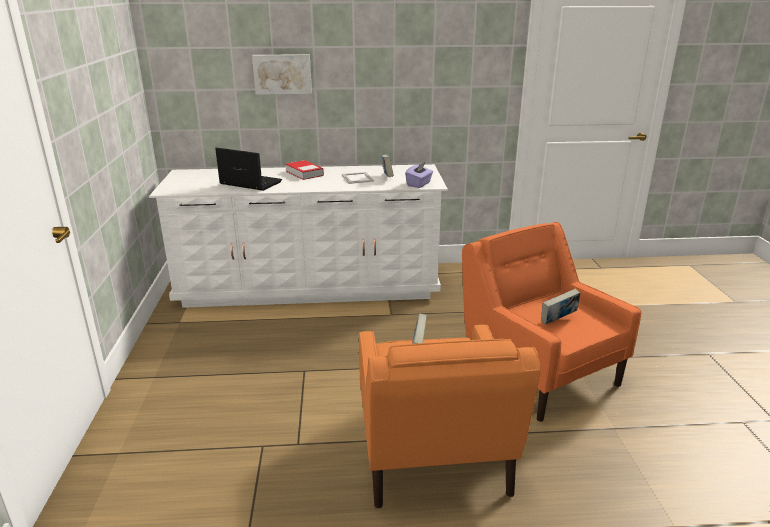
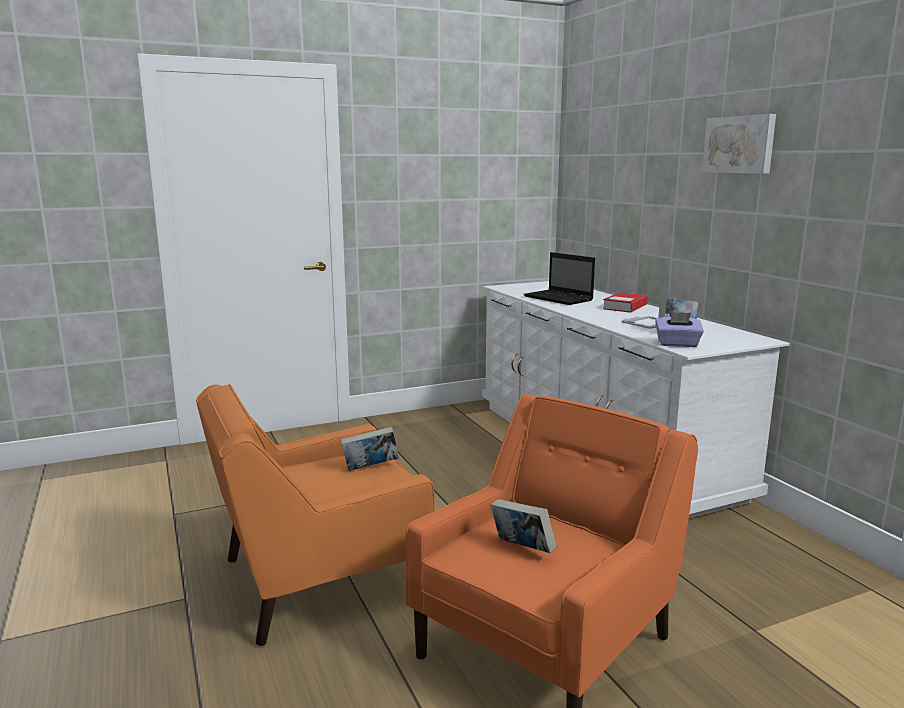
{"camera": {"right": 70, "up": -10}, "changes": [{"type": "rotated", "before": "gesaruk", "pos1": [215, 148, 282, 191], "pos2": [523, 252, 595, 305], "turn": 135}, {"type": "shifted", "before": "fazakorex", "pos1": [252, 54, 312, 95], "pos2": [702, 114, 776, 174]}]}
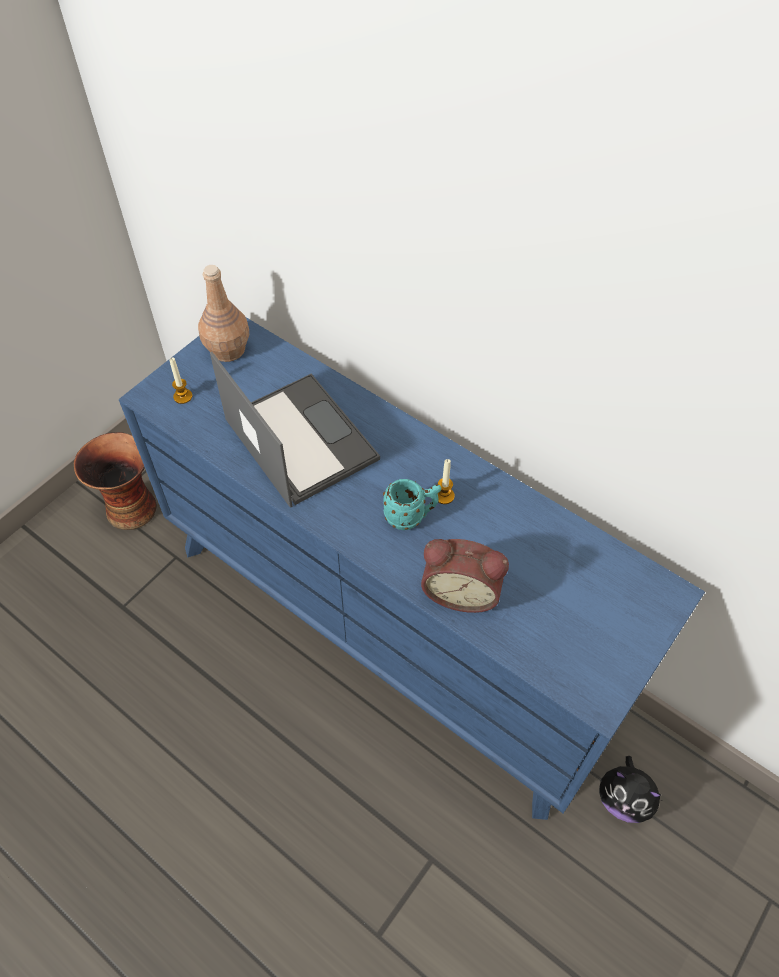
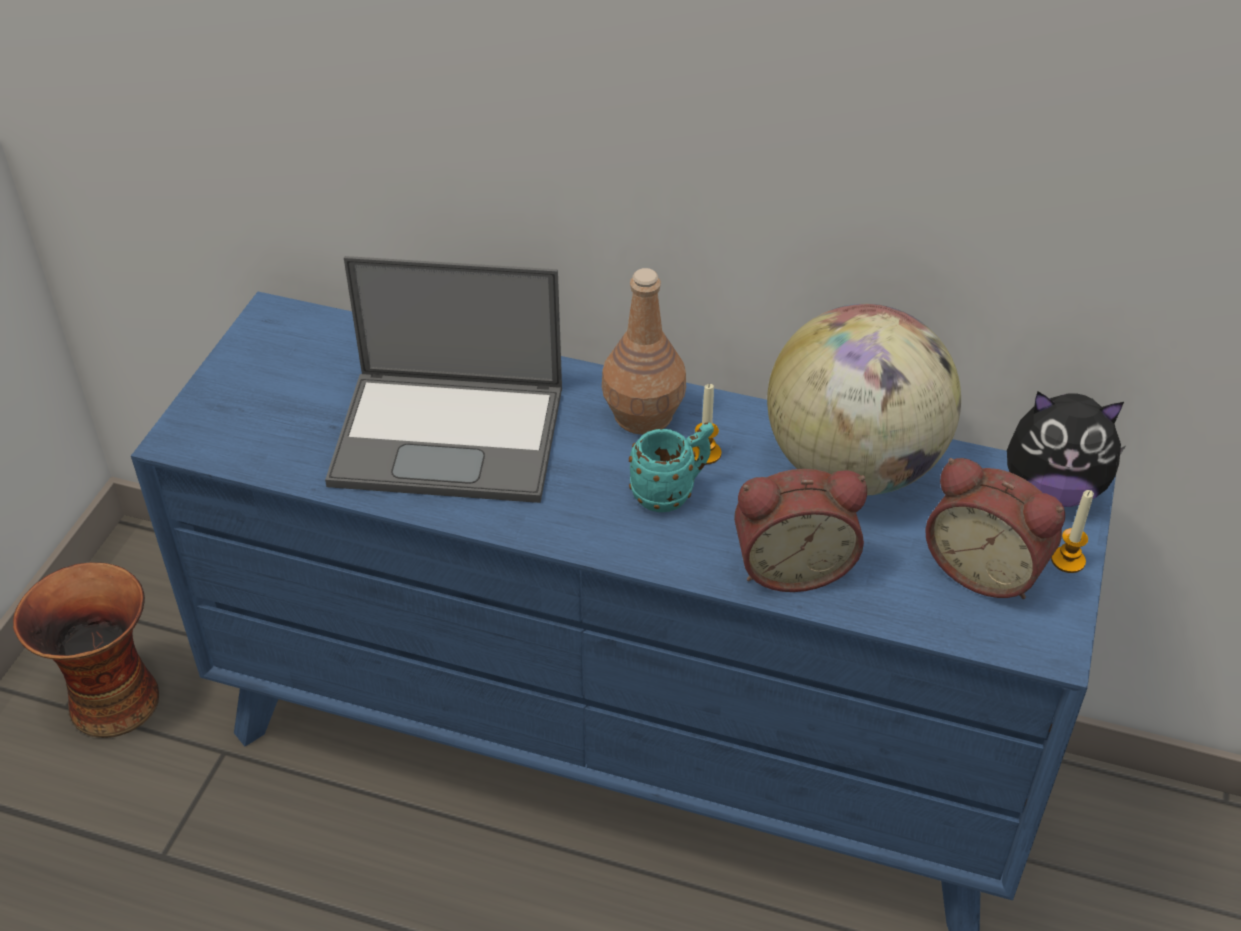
{"camera": {"right": -20, "up": -10}, "changes": [{"type": "shifted", "before": "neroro", "pos1": [169, 357, 192, 404], "pos2": [1051, 490, 1094, 573]}, {"type": "shifted", "before": "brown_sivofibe", "pos1": [198, 265, 249, 362], "pos2": [602, 268, 686, 435]}, {"type": "rotated", "before": "gesaruk", "pos1": [210, 352, 380, 508], "pos2": [325, 256, 562, 503], "turn": 150}, {"type": "shifted", "before": "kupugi", "pos1": [599, 756, 662, 823], "pos2": [1007, 391, 1126, 507]}, {"type": "new", "after": "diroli", "pos2": [767, 304, 961, 495]}, {"type": "new", "after": "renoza", "pos2": [925, 458, 1065, 599]}]}
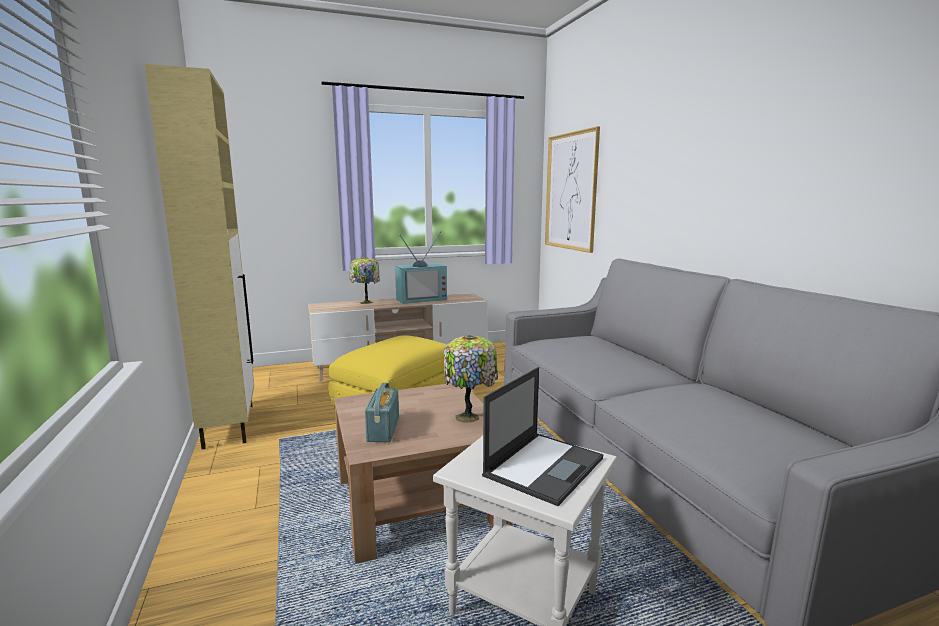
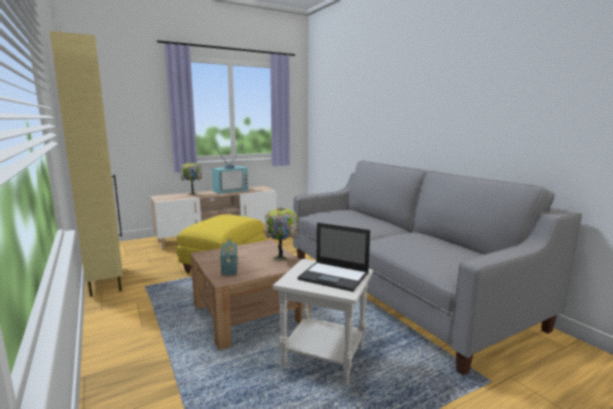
{"camera": {"right": -10, "up": 0}, "changes": [{"type": "rotated", "before": "gesaruk", "pos1": [482, 367, 603, 506], "pos2": [298, 223, 370, 292], "turn": 90}, {"type": "gone", "before": "fazakorex", "pos1": [545, 126, 600, 253]}]}
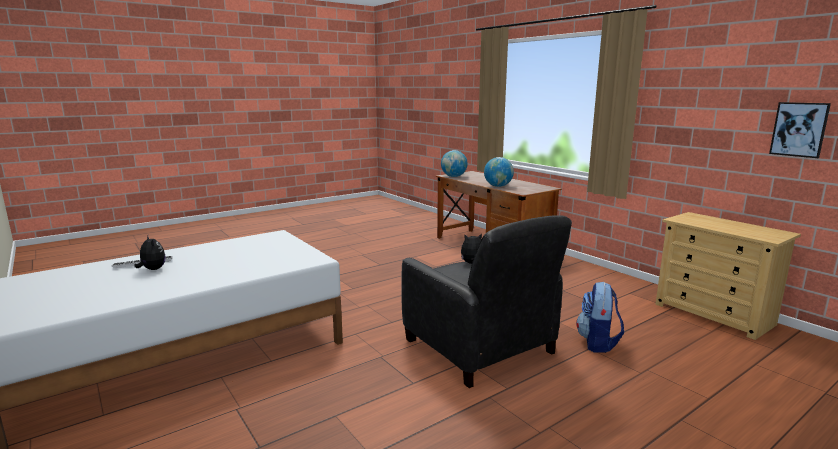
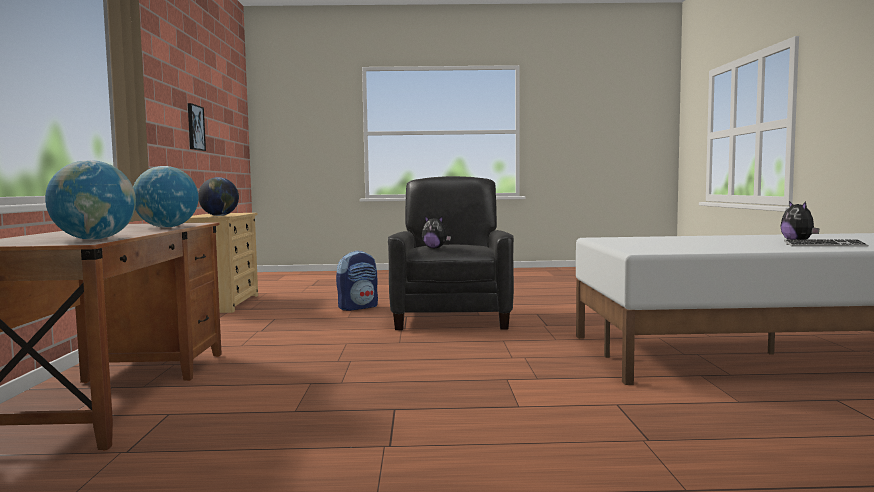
{"camera": {"right": -145, "up": -10}, "changes": [{"type": "new", "after": "diroli", "pos2": [198, 177, 239, 216]}]}
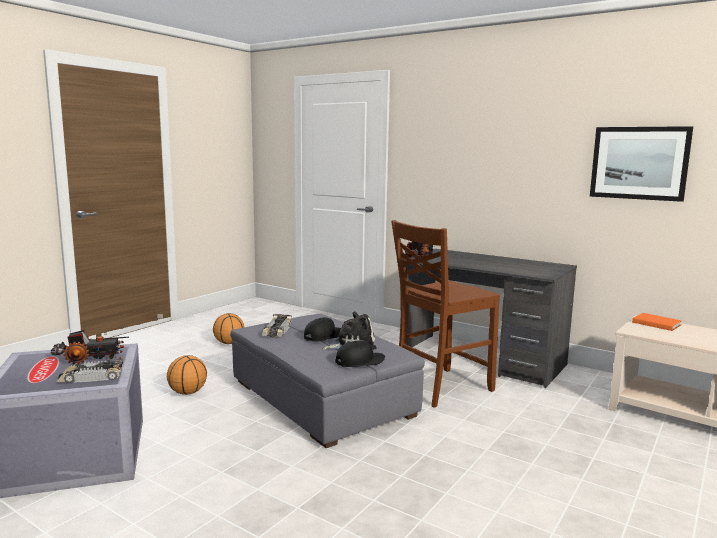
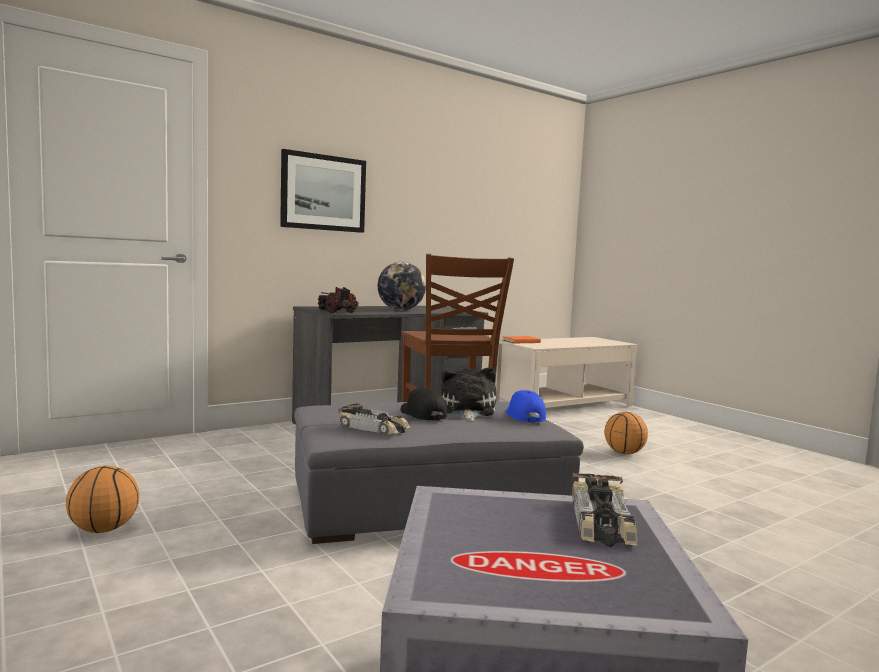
{"camera": {"right": -70, "up": -5}, "changes": [{"type": "gone", "before": "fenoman", "pos1": [51, 330, 129, 364]}, {"type": "shifted", "before": "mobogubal", "pos1": [167, 355, 207, 395], "pos2": [604, 412, 648, 454]}, {"type": "repainted", "before": "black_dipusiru", "after": "blue_dipusiru", "pos1": [335, 340, 385, 367], "pos2": [506, 390, 546, 423]}, {"type": "shifted", "before": "fazakorex", "pos1": [590, 126, 693, 202], "pos2": [280, 149, 366, 233]}, {"type": "new", "after": "diroli", "pos2": [378, 262, 426, 310]}]}
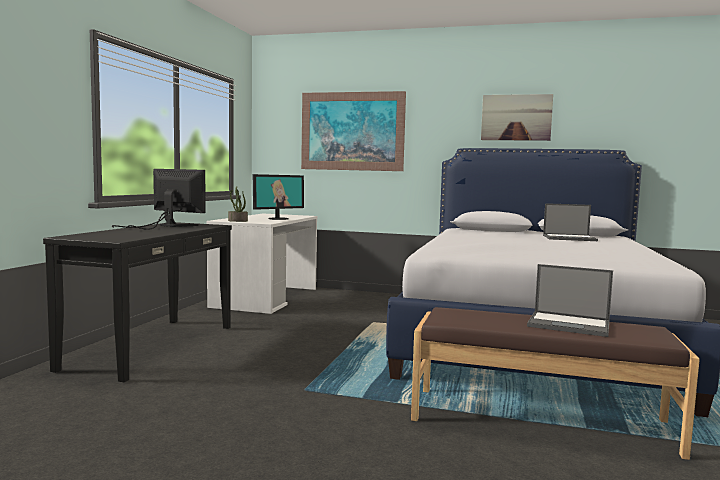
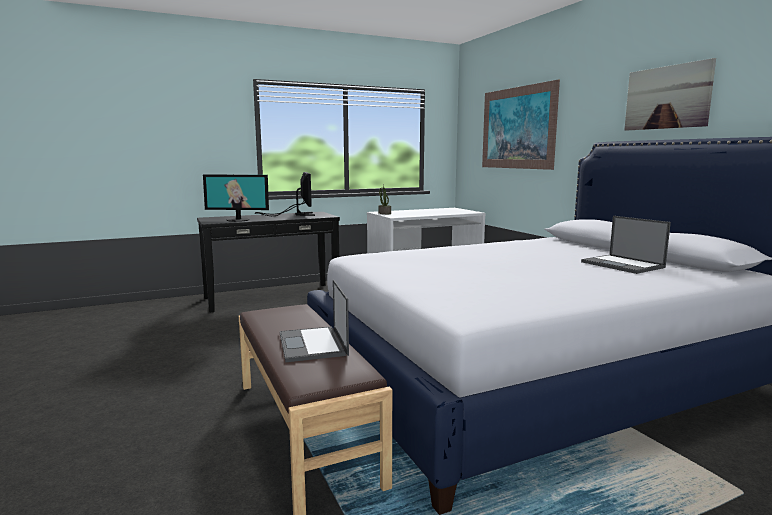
{"camera": {"right": 50, "up": 5}, "changes": [{"type": "shifted", "before": "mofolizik", "pos1": [253, 174, 304, 220], "pos2": [203, 175, 269, 222]}]}
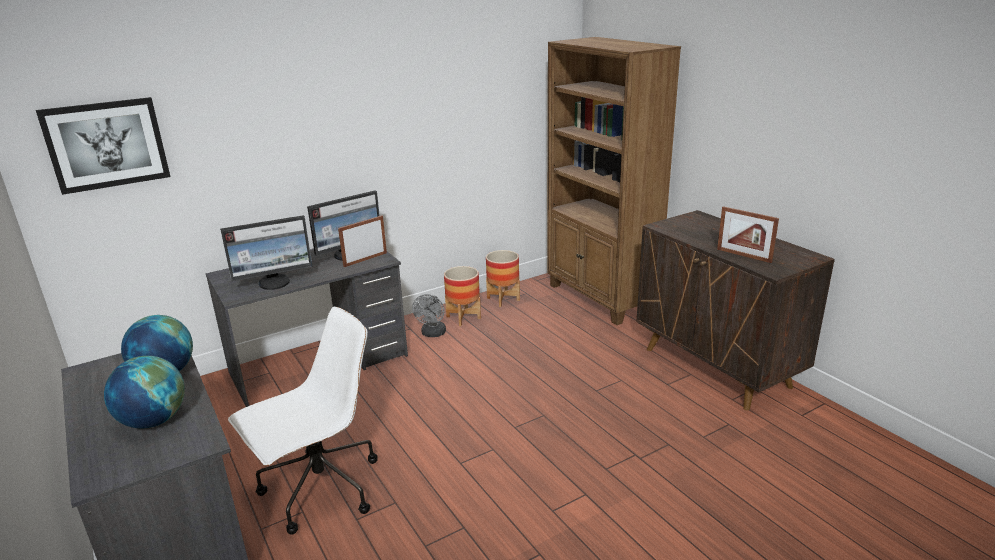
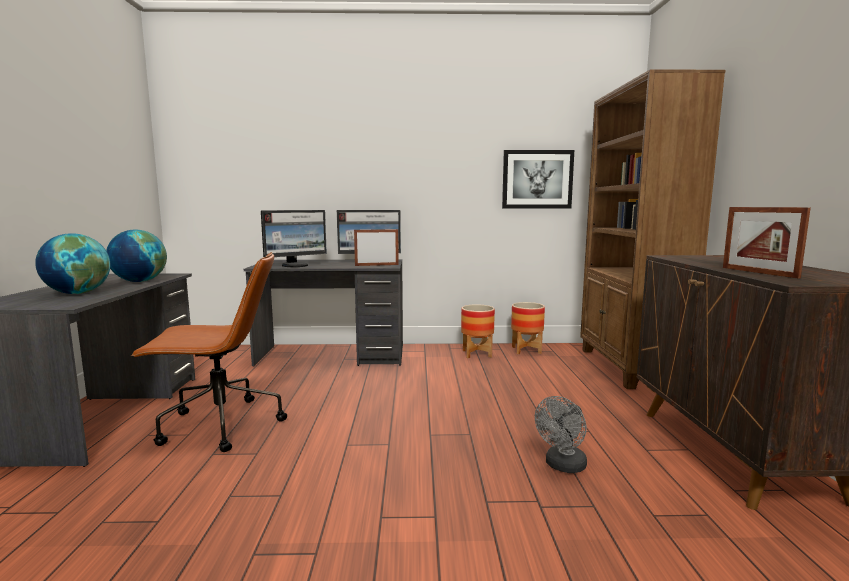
{"camera": {"right": 30, "up": -15}, "changes": [{"type": "shifted", "before": "fazakorex", "pos1": [36, 97, 170, 195], "pos2": [502, 150, 574, 208]}, {"type": "rotated", "before": "mofolizik", "pos1": [220, 215, 313, 290], "pos2": [261, 210, 327, 267], "turn": -45}, {"type": "repainted", "before": "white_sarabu", "after": "brown_sarabu", "pos1": [228, 307, 378, 534], "pos2": [130, 252, 287, 452]}, {"type": "shifted", "before": "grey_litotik", "pos1": [412, 294, 446, 337], "pos2": [535, 396, 587, 473]}]}
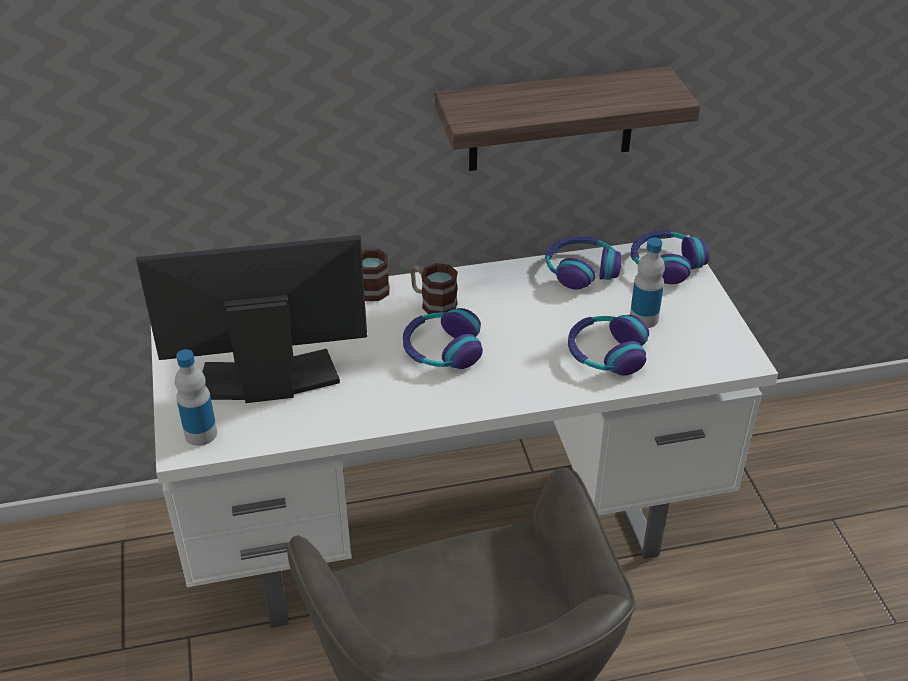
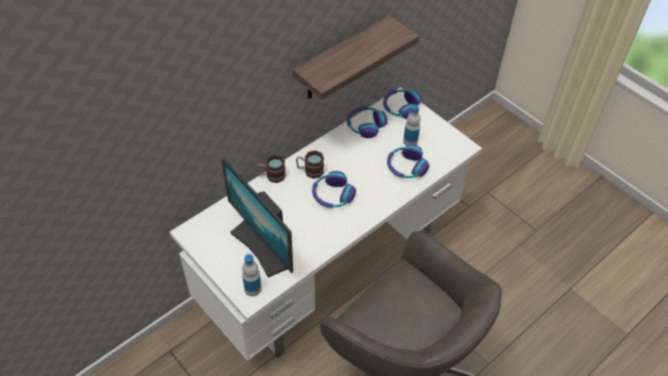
{"camera": {"right": -30, "up": 10}, "changes": [{"type": "rotated", "before": "mofolizik", "pos1": [136, 235, 367, 403], "pos2": [222, 158, 293, 277], "turn": -90}]}
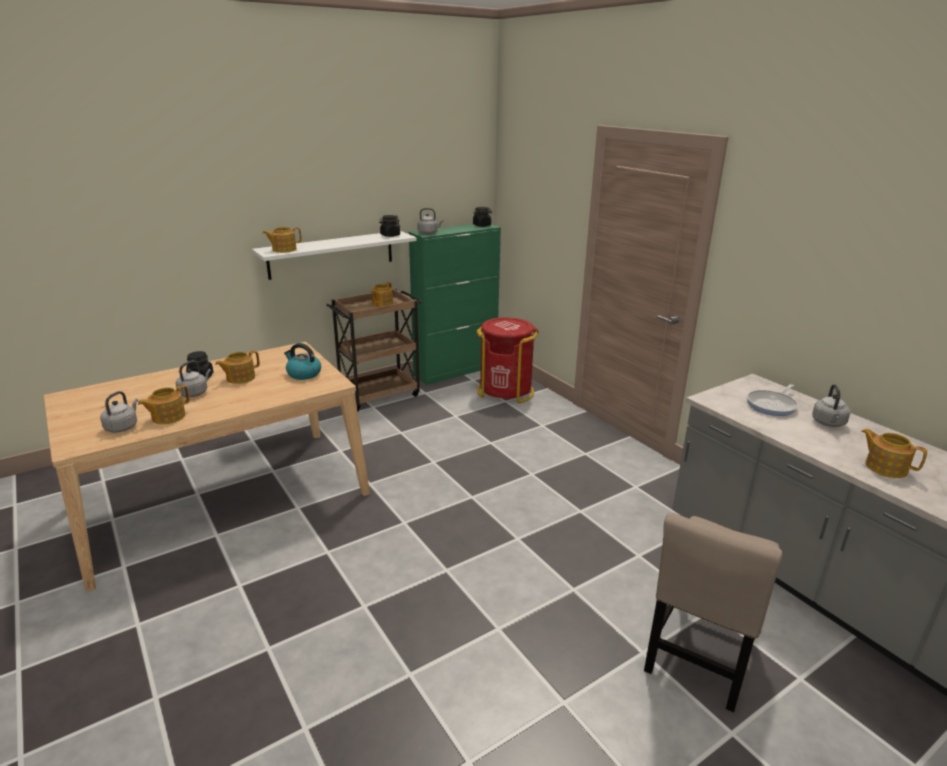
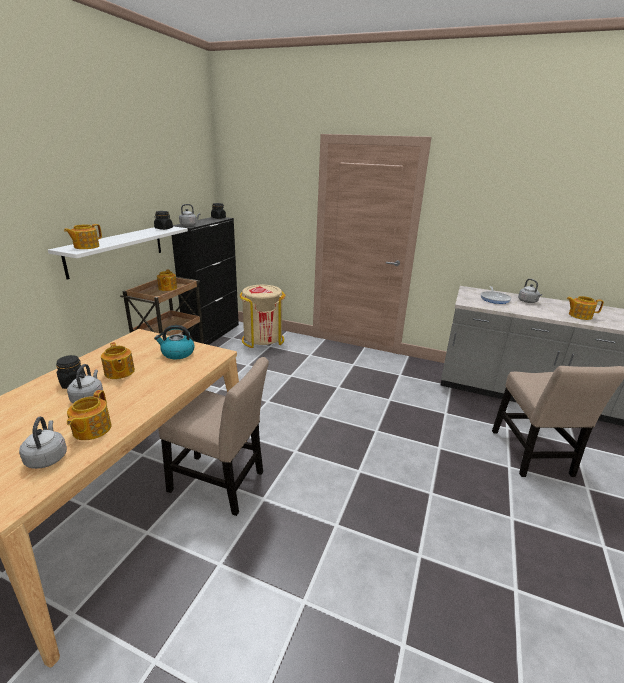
{"camera": {"right": -35, "up": 0}, "changes": [{"type": "rotated", "before": "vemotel", "pos1": [215, 350, 260, 384], "pos2": [101, 342, 135, 379], "turn": -45}, {"type": "repainted", "before": "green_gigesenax", "after": "black_gigesenax", "pos1": [409, 224, 501, 385], "pos2": [172, 217, 239, 345]}, {"type": "repainted", "before": "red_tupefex", "after": "beige_tupefex", "pos1": [477, 317, 539, 403], "pos2": [240, 285, 286, 348]}, {"type": "new", "after": "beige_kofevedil", "pos2": [158, 357, 269, 516]}]}
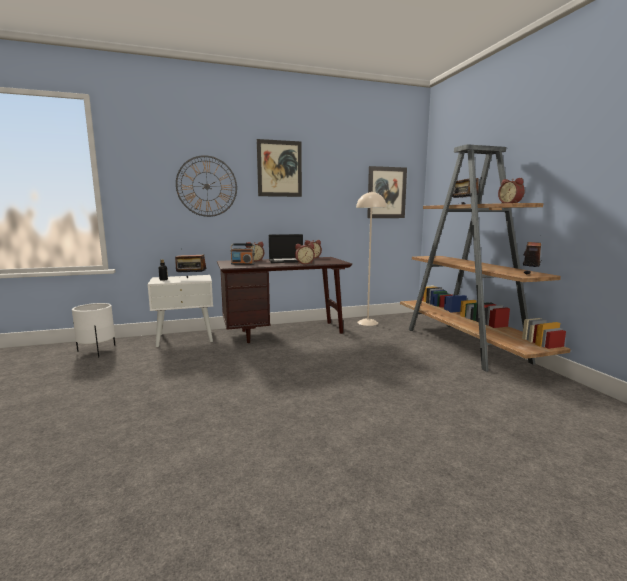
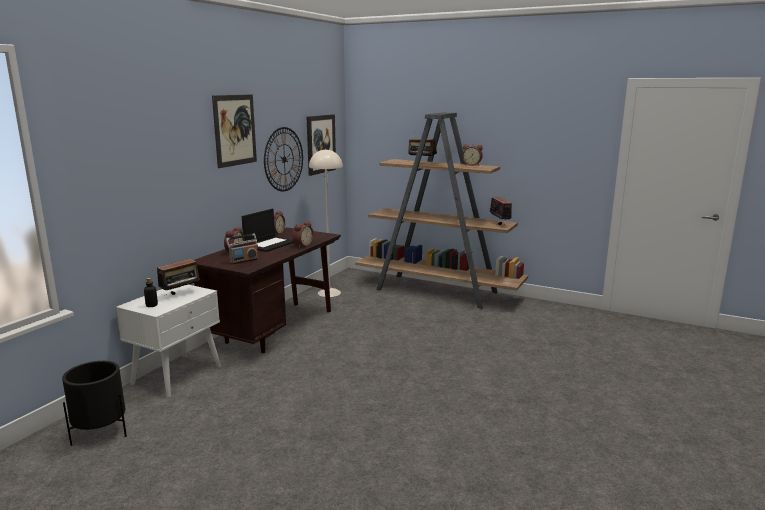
{"camera": {"right": -45, "up": 5}, "changes": [{"type": "repainted", "before": "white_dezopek", "after": "black_dezopek", "pos1": [72, 303, 115, 357], "pos2": [62, 361, 127, 446]}, {"type": "shifted", "before": "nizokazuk", "pos1": [176, 155, 237, 217], "pos2": [264, 127, 303, 191]}]}
